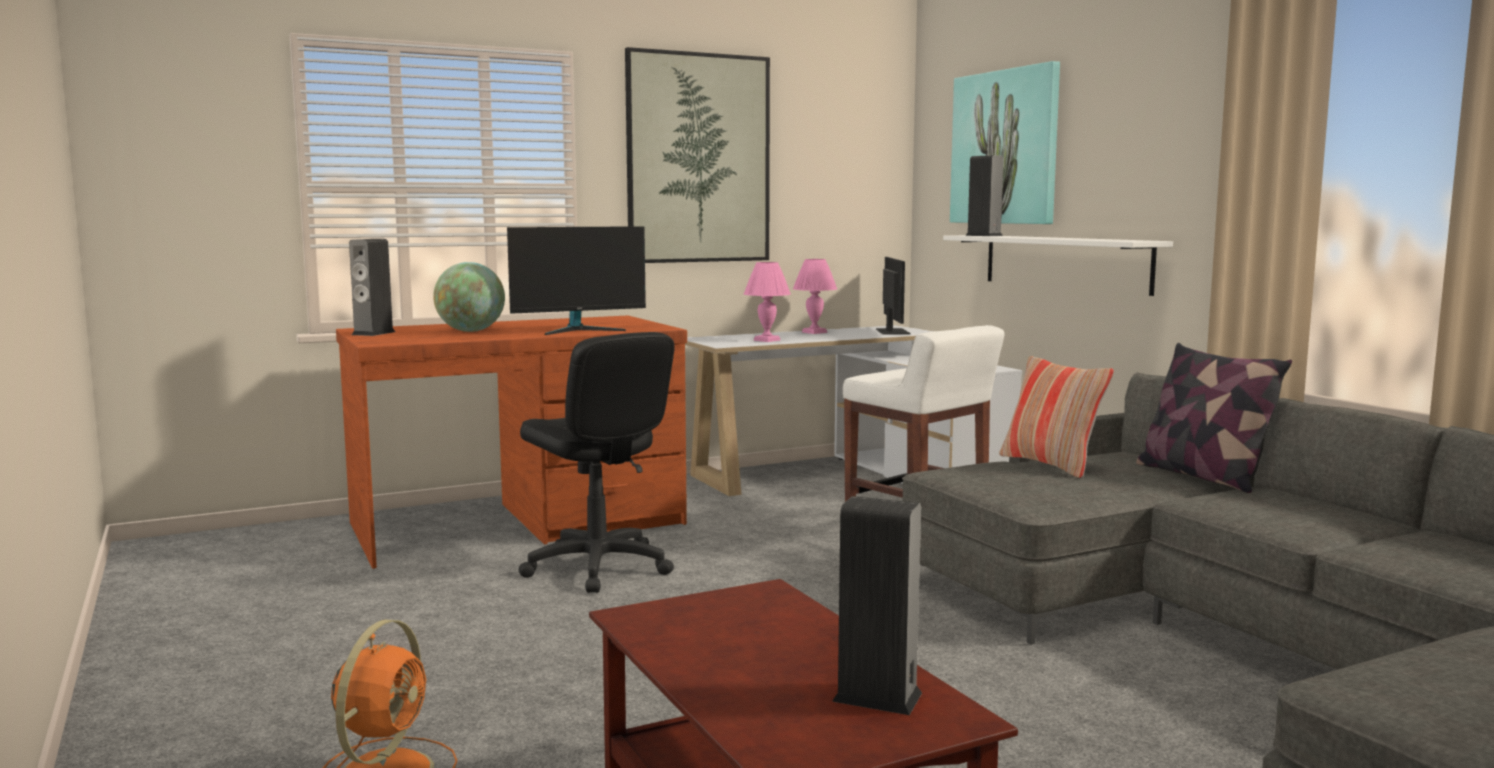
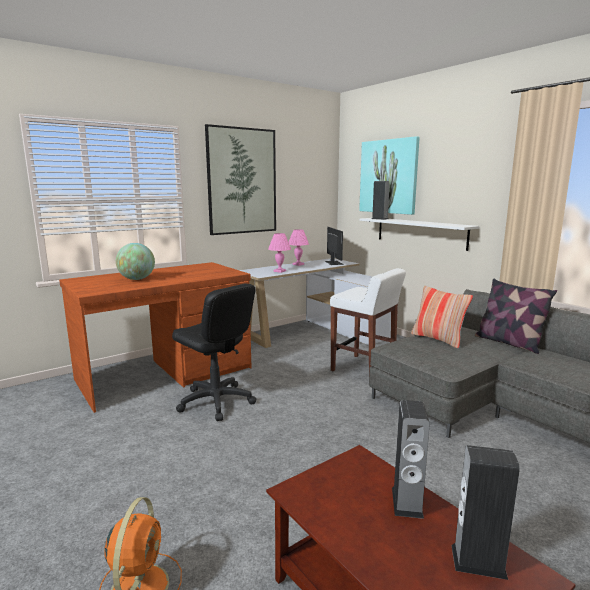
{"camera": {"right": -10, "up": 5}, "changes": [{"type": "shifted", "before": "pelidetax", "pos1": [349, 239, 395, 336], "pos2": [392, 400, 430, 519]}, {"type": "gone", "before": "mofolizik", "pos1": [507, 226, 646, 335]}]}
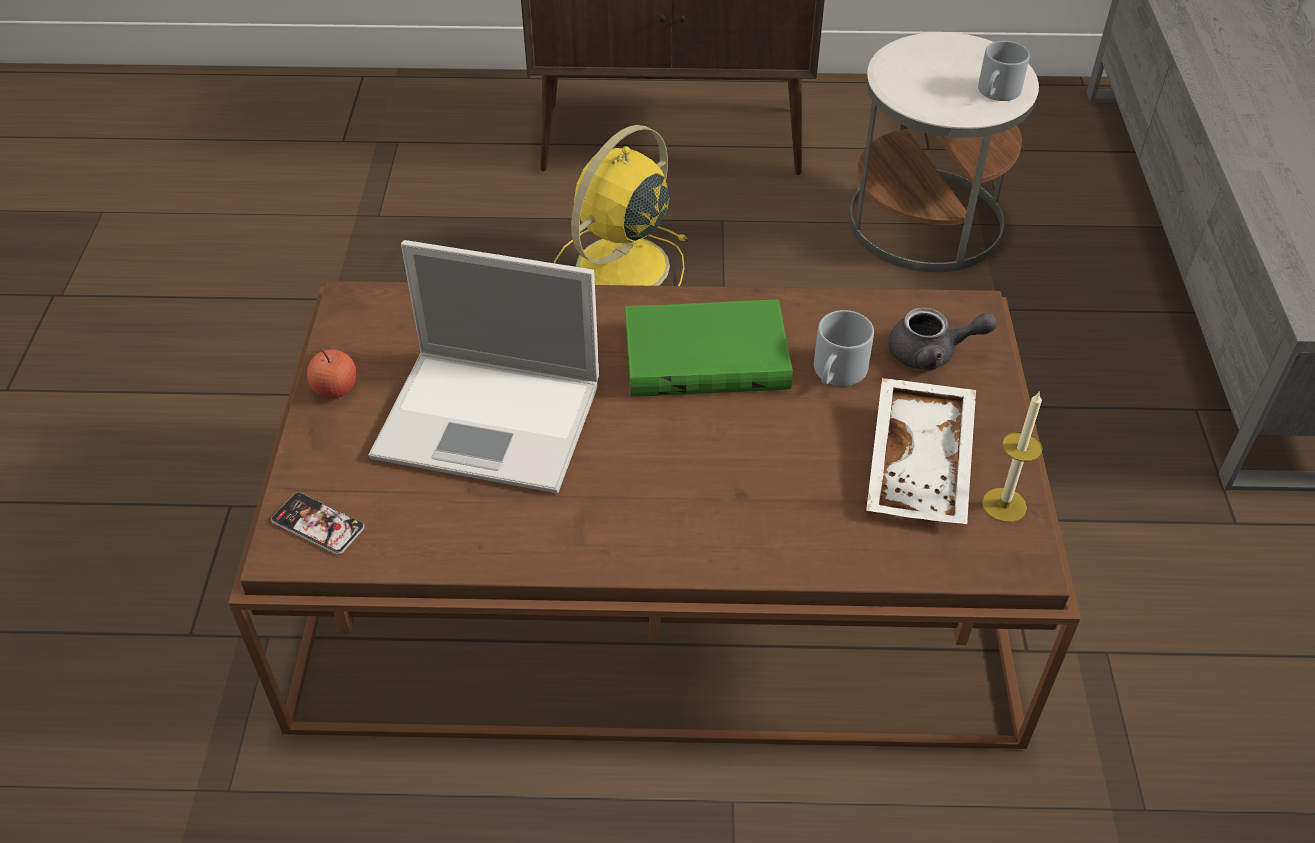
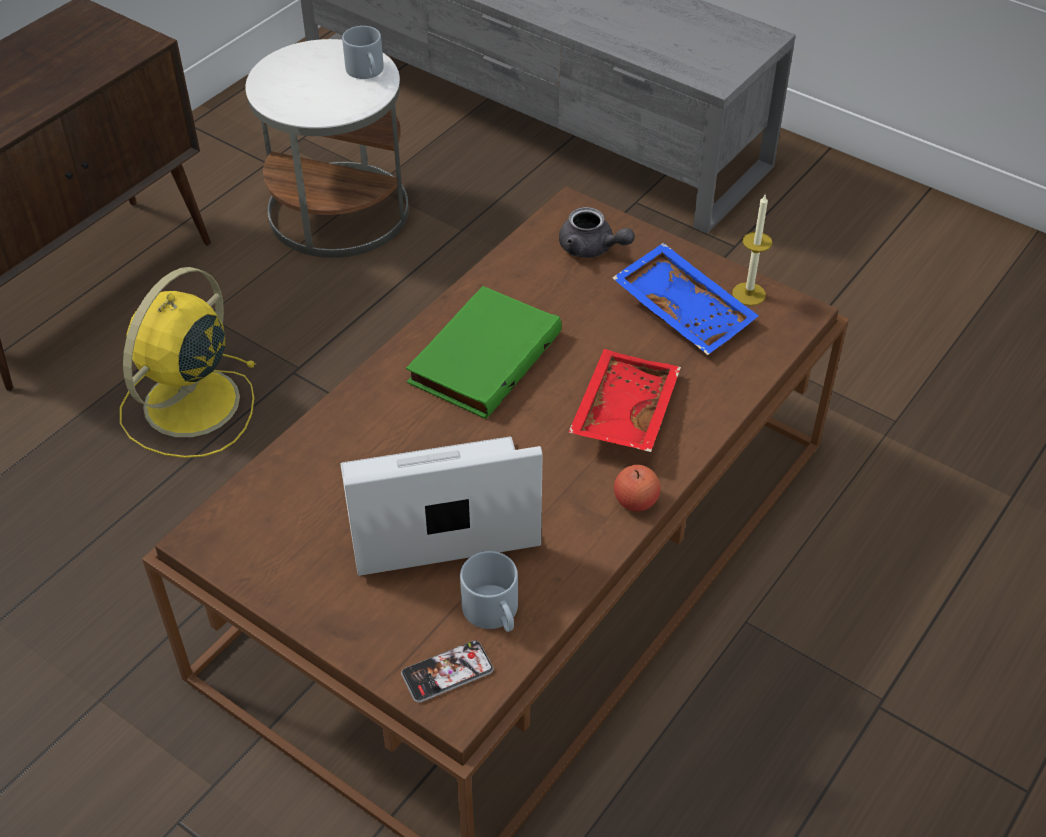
{"camera": {"right": -55, "up": 0}, "changes": [{"type": "shifted", "before": "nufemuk", "pos1": [307, 349, 357, 398], "pos2": [614, 465, 661, 512]}, {"type": "rotated", "before": "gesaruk", "pos1": [369, 240, 599, 493], "pos2": [340, 437, 543, 576], "turn": -150}, {"type": "rotated", "before": "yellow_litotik", "pos1": [554, 125, 688, 286], "pos2": [120, 267, 257, 458], "turn": 45}, {"type": "shifted", "before": "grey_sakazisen", "pos1": [814, 310, 874, 386], "pos2": [460, 551, 518, 632]}, {"type": "repainted", "before": "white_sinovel", "after": "blue_sinovel", "pos1": [866, 378, 976, 524], "pos2": [612, 243, 759, 355]}, {"type": "rotated", "before": "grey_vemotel", "pos1": [888, 307, 997, 370], "pos2": [559, 207, 635, 258], "turn": 90}, {"type": "new", "after": "red_sinovel", "pos2": [568, 349, 681, 452]}]}
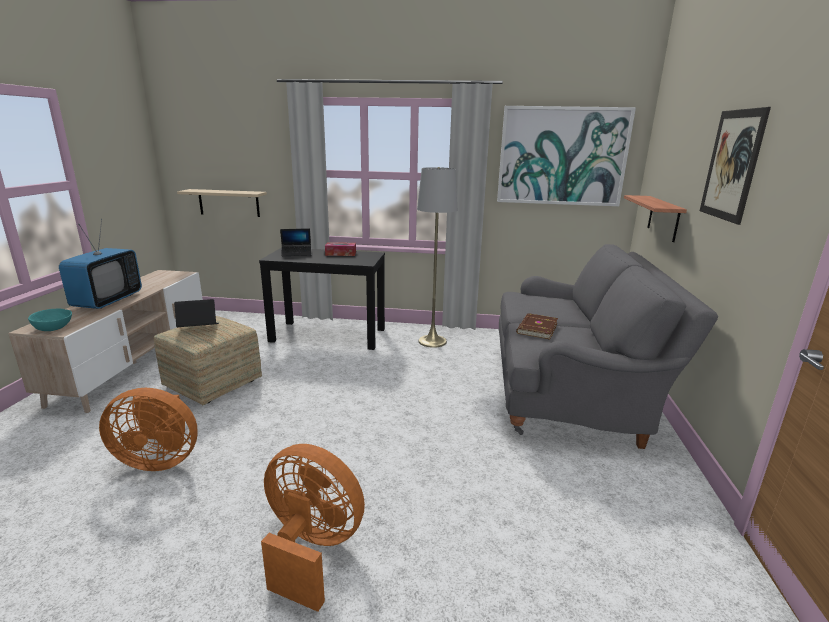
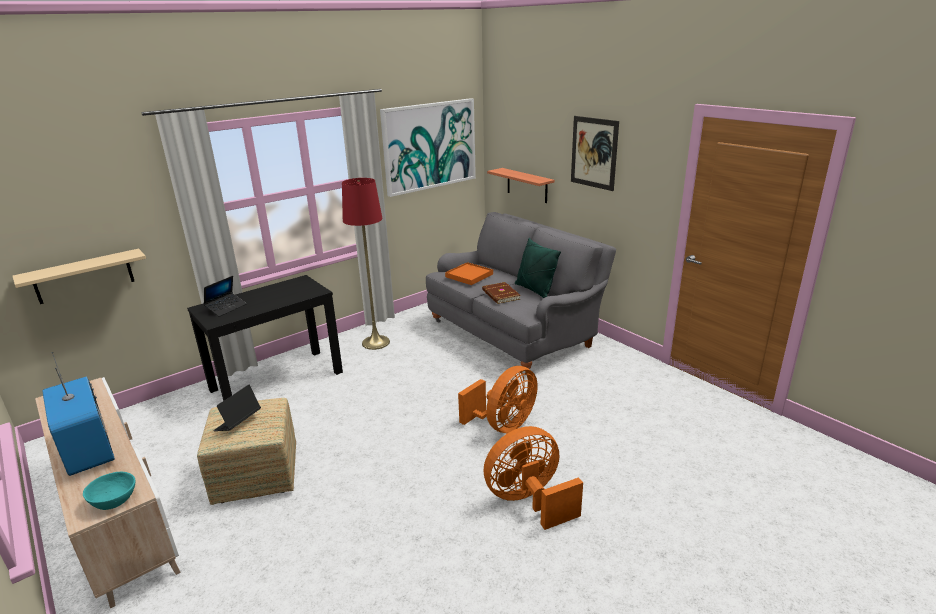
{"camera": {"right": -45, "up": 5}, "changes": [{"type": "shifted", "before": "orange_litotik", "pos1": [99, 388, 198, 471], "pos2": [458, 366, 538, 433]}, {"type": "gone", "before": "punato", "pos1": [325, 242, 356, 256]}, {"type": "repainted", "before": "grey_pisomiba", "after": "red_pisomiba", "pos1": [417, 167, 457, 348], "pos2": [342, 178, 390, 350]}, {"type": "new", "after": "orange_sinovel", "pos2": [445, 262, 493, 285]}, {"type": "new", "after": "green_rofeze", "pos2": [515, 238, 561, 298]}]}
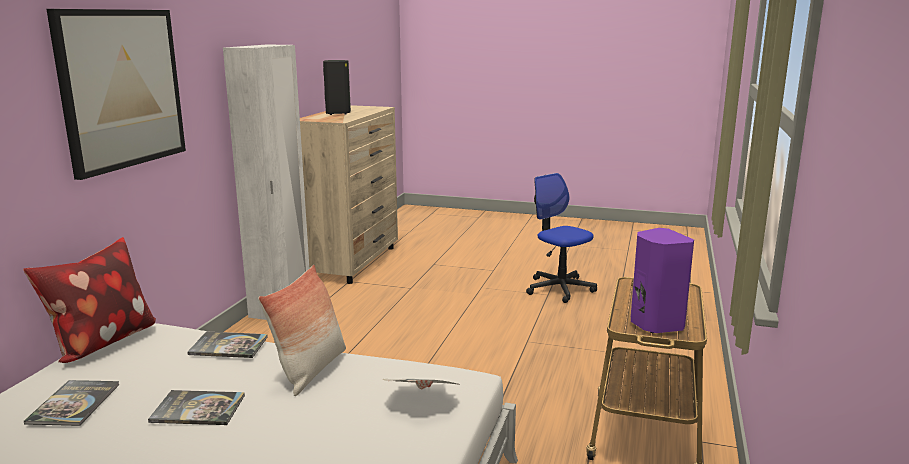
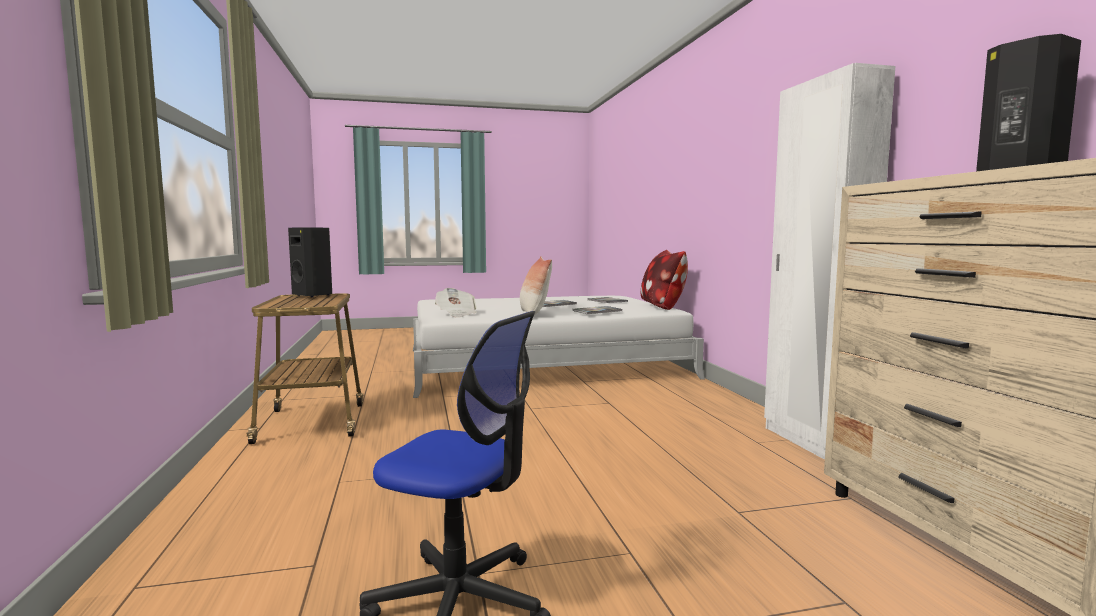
{"camera": {"right": 150, "up": -10}, "changes": [{"type": "gone", "before": "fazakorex", "pos1": [46, 9, 186, 180]}, {"type": "repainted", "before": "purple_pelidetax", "after": "black_pelidetax", "pos1": [631, 228, 694, 333], "pos2": [288, 227, 332, 297]}]}
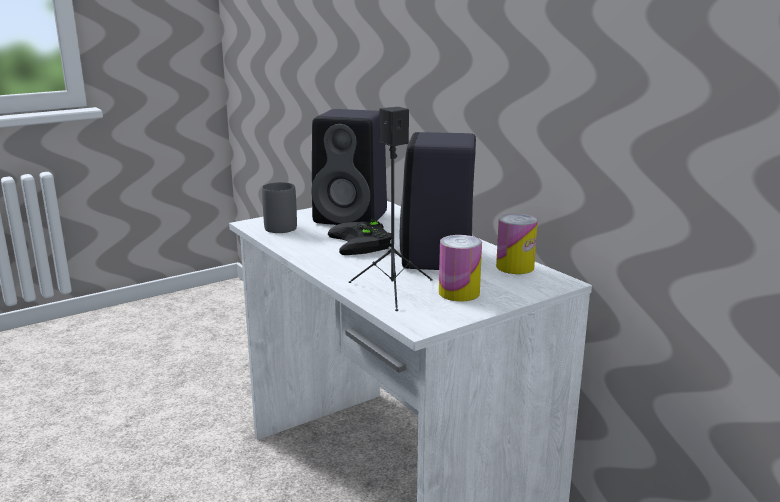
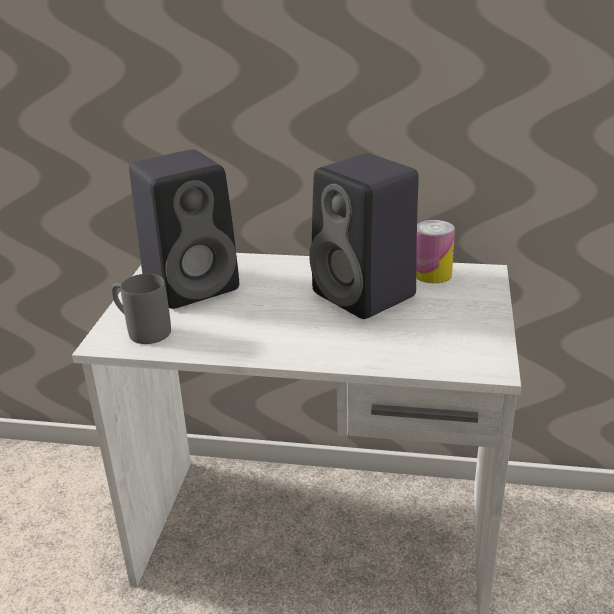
{"camera": {"right": -45, "up": 10}, "changes": [{"type": "gone", "before": "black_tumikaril", "pos1": [328, 219, 391, 255]}, {"type": "gone", "before": "black_pelidetax", "pos1": [349, 107, 433, 311]}, {"type": "gone", "before": "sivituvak", "pos1": [439, 235, 482, 301]}]}
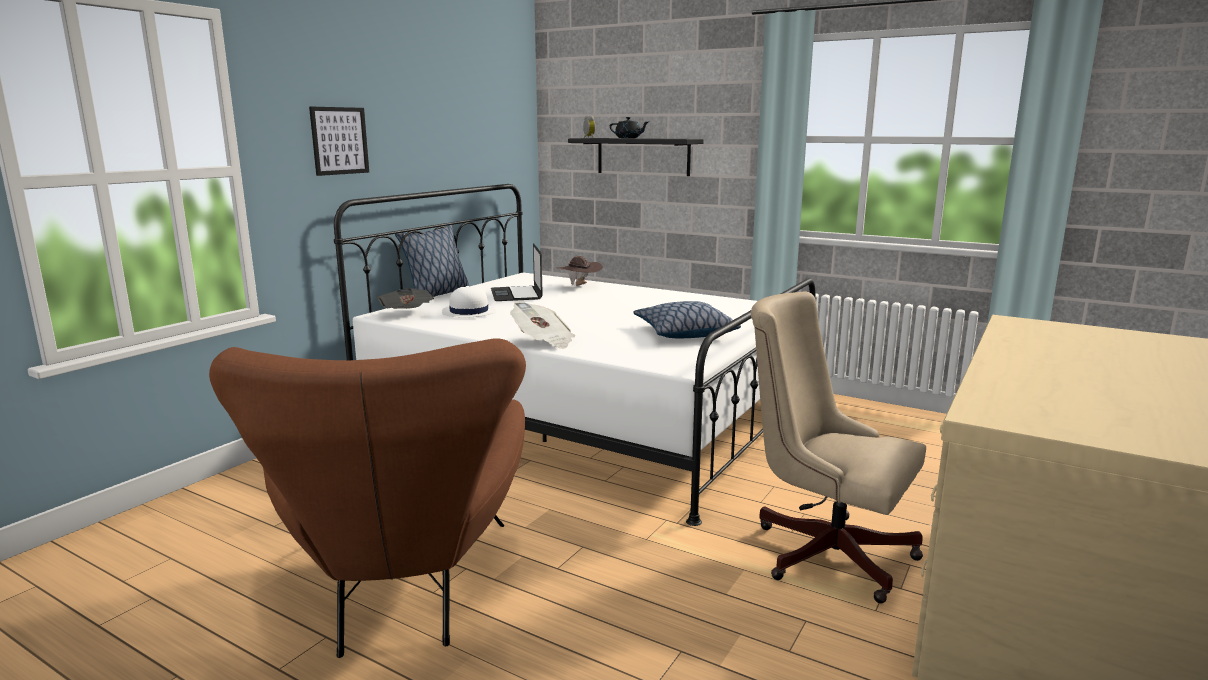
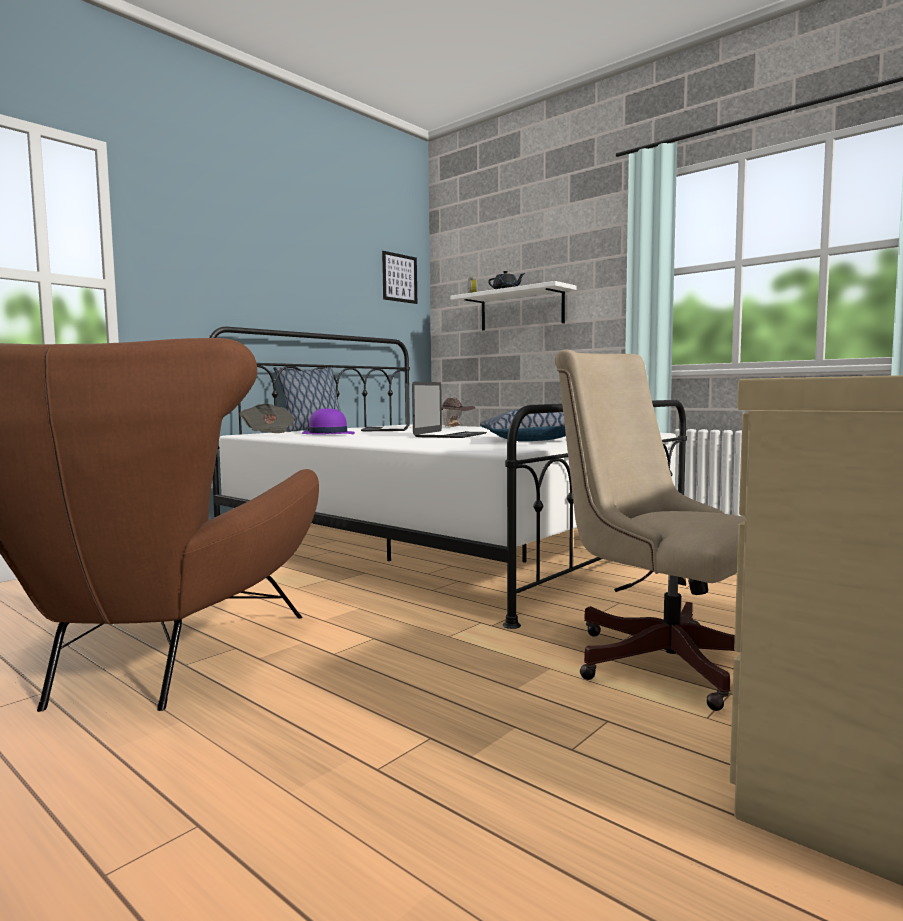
{"camera": {"right": 10, "up": -10}, "changes": [{"type": "shifted", "before": "fazakorex", "pos1": [309, 107, 369, 176], "pos2": [382, 251, 417, 304]}, {"type": "repainted", "before": "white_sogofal", "after": "purple_sogofal", "pos1": [442, 286, 496, 318], "pos2": [302, 408, 355, 434]}, {"type": "gone", "before": "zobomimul", "pos1": [510, 302, 575, 349]}, {"type": "repainted", "before": "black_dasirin", "after": "white_dasirin", "pos1": [568, 138, 704, 176], "pos2": [451, 281, 576, 331]}, {"type": "new", "after": "gesaruk", "pos2": [412, 381, 487, 438]}]}
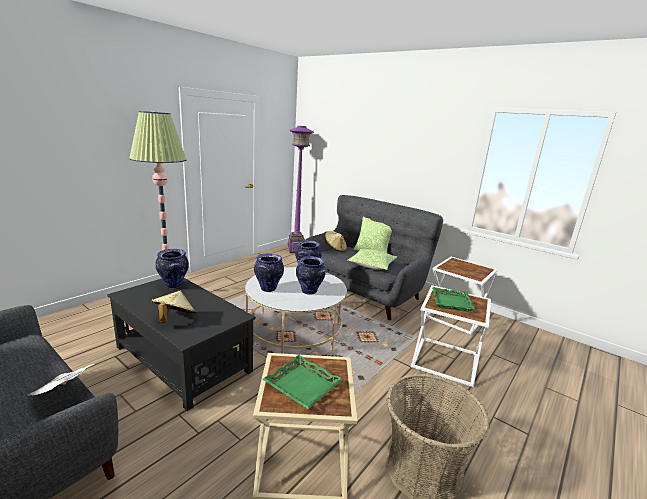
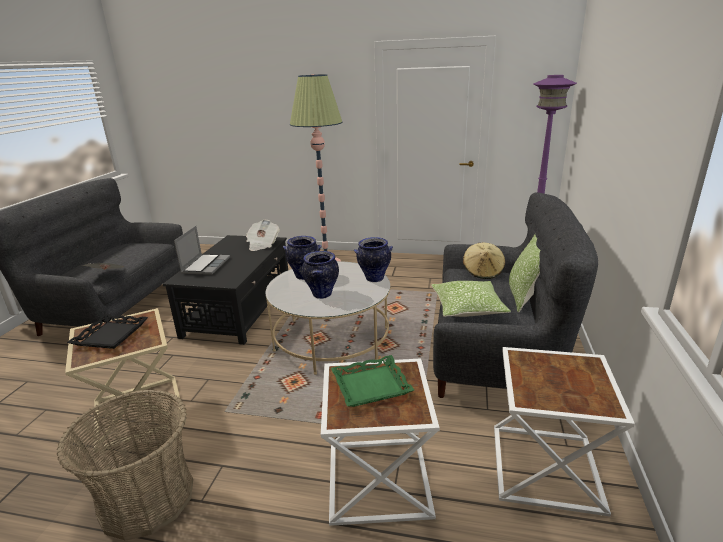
{"camera": {"right": 65, "up": 5}, "changes": [{"type": "swapped", "before": "beige_sogofal", "after": "gesaruk", "pos1": [151, 291, 197, 323], "pos2": [174, 226, 230, 275]}, {"type": "swapped", "before": "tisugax", "after": "zobomimul", "pos1": [155, 249, 189, 288], "pos2": [246, 220, 280, 251]}, {"type": "repainted", "before": "green_sinovel", "after": "black_sinovel", "pos1": [262, 355, 343, 409], "pos2": [67, 314, 148, 349]}]}
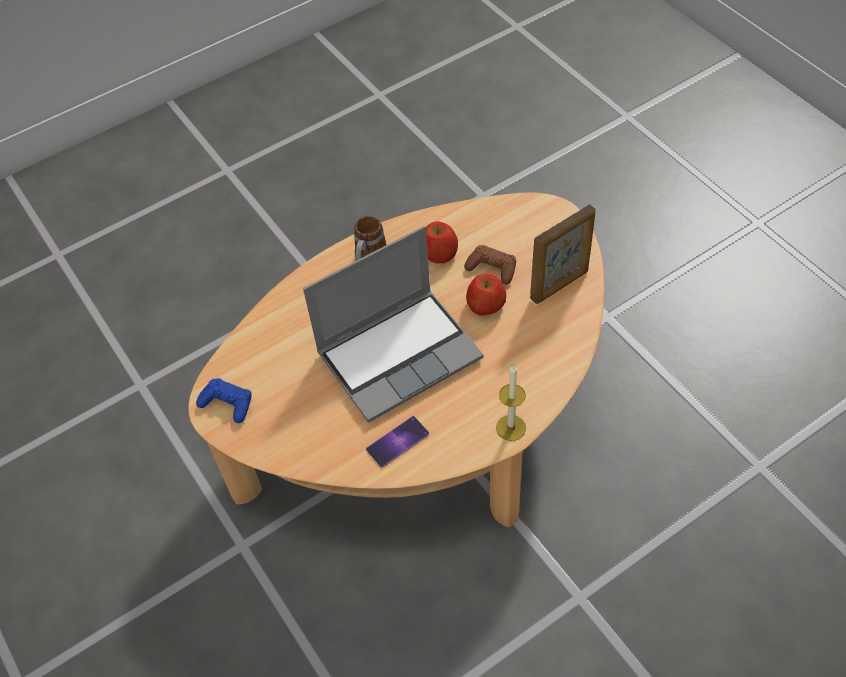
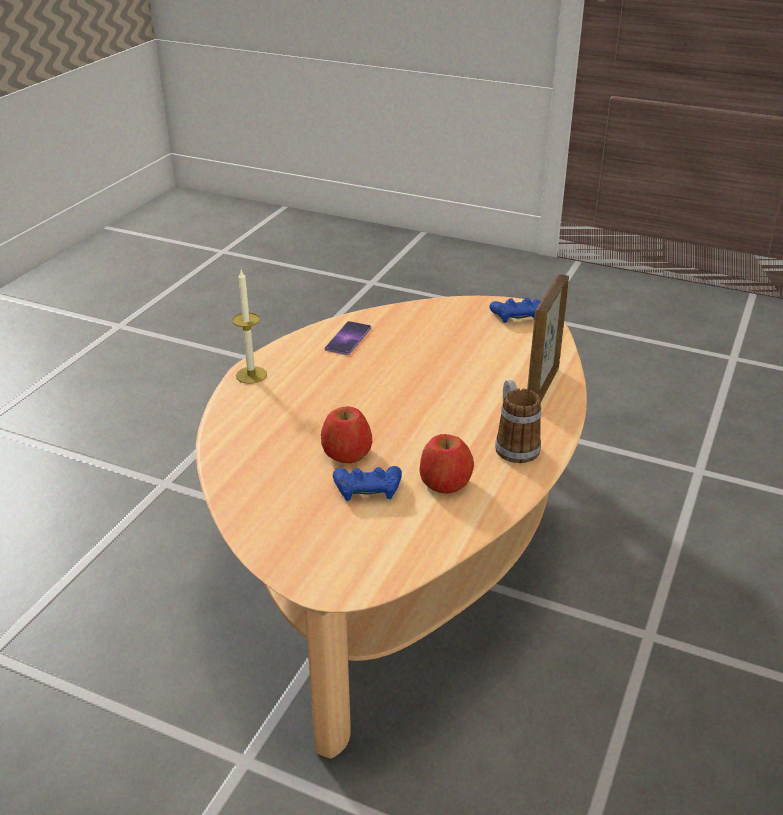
{"camera": {"right": 145, "up": -20}, "changes": [{"type": "gone", "before": "gesaruk", "pos1": [303, 226, 484, 423]}, {"type": "repainted", "before": "brown_tumikaril", "after": "blue_tumikaril", "pos1": [464, 245, 516, 285], "pos2": [333, 466, 402, 501]}, {"type": "shifted", "before": "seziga", "pos1": [530, 205, 596, 304], "pos2": [527, 274, 569, 401]}]}
